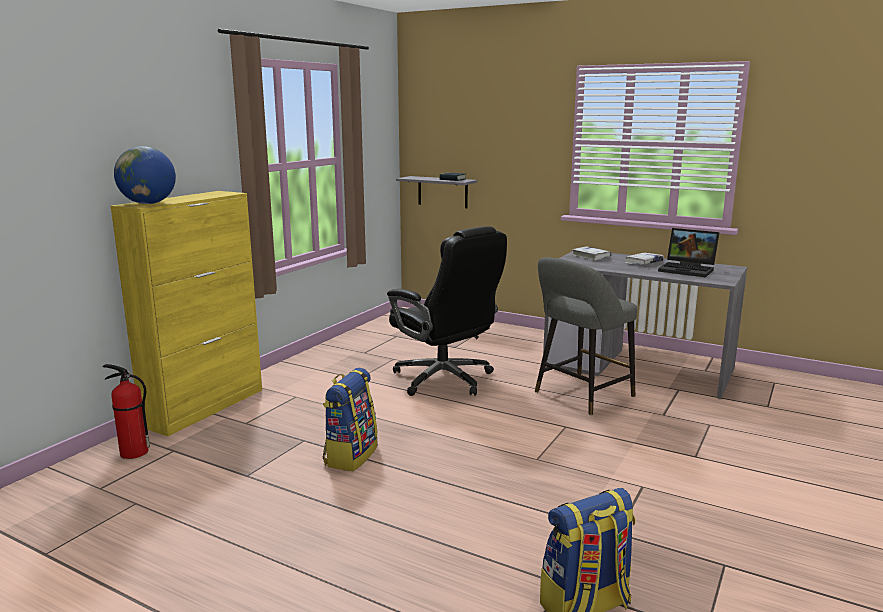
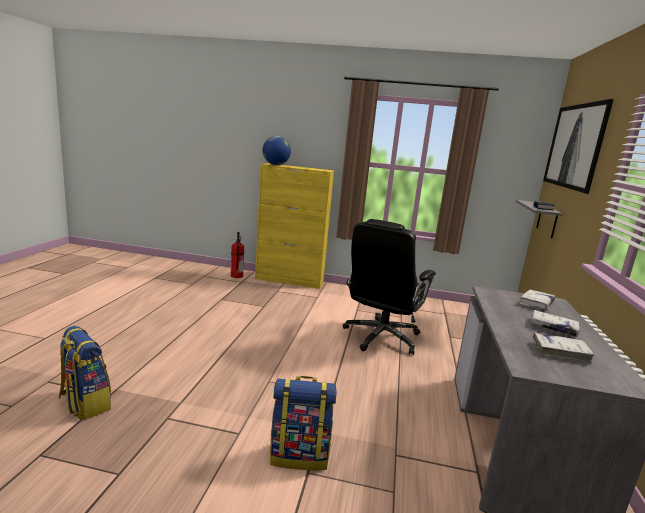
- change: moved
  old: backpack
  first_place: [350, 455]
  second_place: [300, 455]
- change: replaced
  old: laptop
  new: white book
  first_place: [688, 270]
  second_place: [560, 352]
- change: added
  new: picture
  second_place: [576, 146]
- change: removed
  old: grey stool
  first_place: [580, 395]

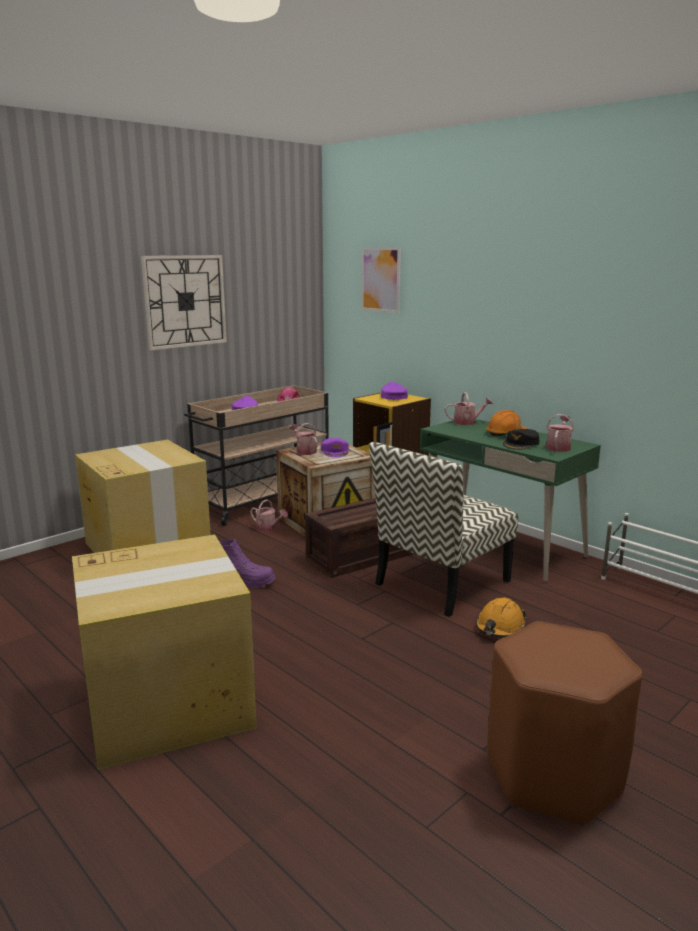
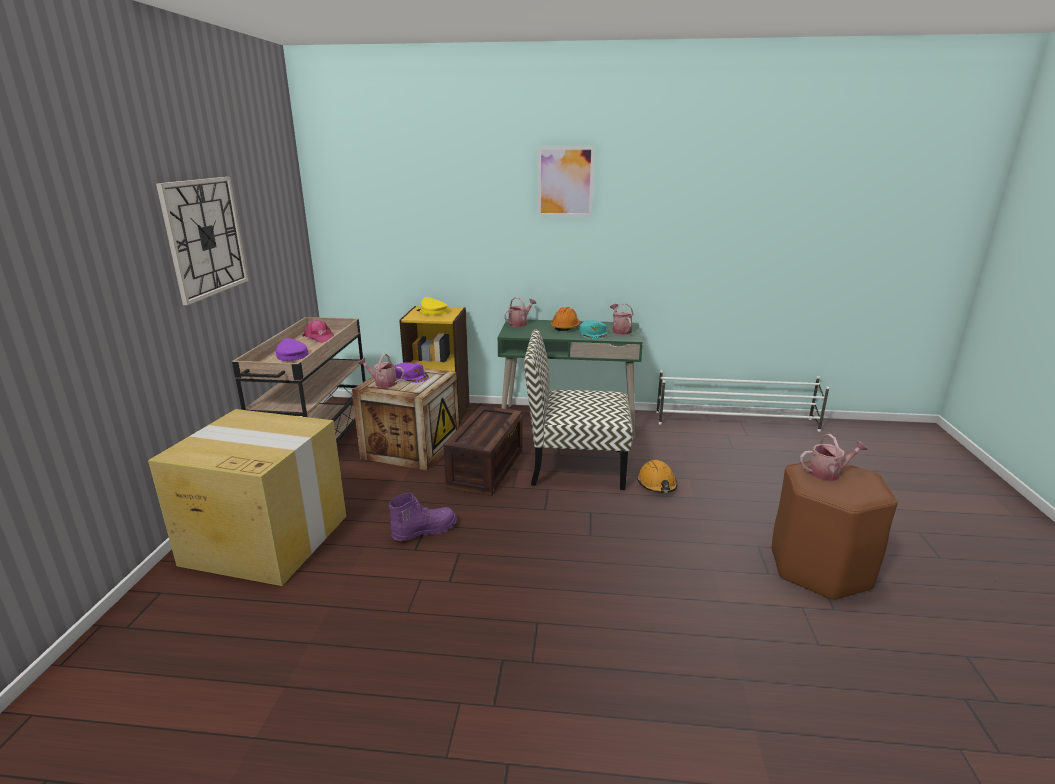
- change: recoloured
  old: purple cap
  new: yellow cap
  first_place: [393, 397]
  second_place: [432, 311]
- change: turned
  old: chair
  first_place: [441, 583]
  second_place: [575, 466]
  degrees: 90
- change: moved
  old: picture
  first_place: [380, 279]
  second_place: [565, 182]
- change: recoloured
  old: black cap
  new: turquoise cap
  first_place: [521, 444]
  second_place: [593, 333]
- change: moved
  old: watering can
  first_place: [268, 528]
  second_place: [828, 473]
- change: removed
  old: cardboard box
  first_place: [170, 702]

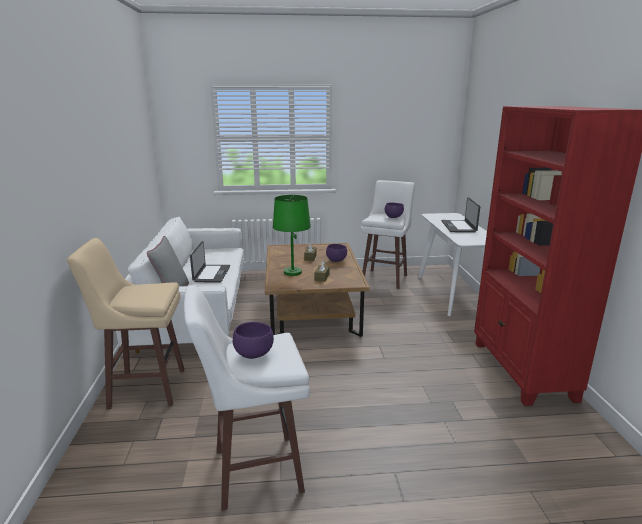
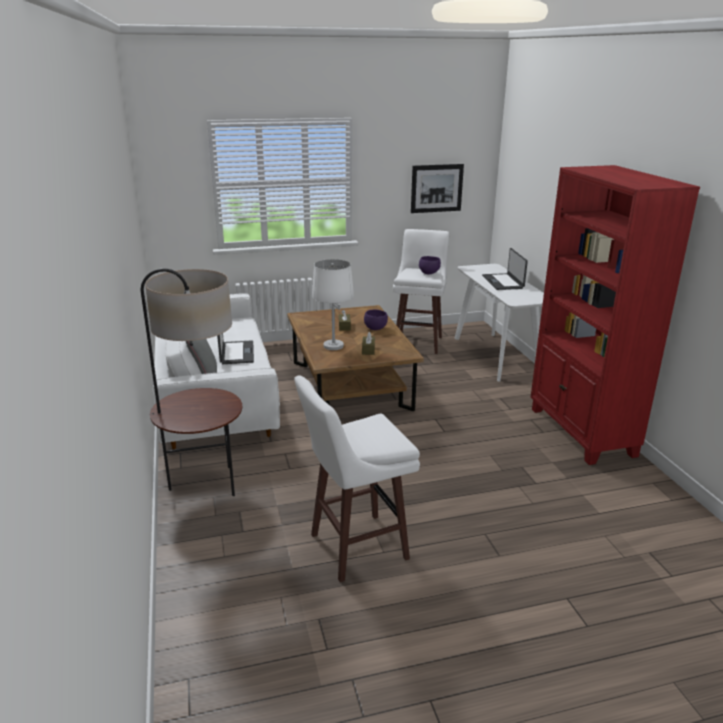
- change: replaced
  old: beige stool
  new: floor lamp
  first_place: [145, 388]
  second_place: [205, 484]
- change: recoloured
  old: green table lamp
  new: white table lamp
  first_place: [292, 272]
  second_place: [333, 346]
- change: added
  new: picture
  second_place: [436, 188]
- change: removed
  old: purple bowl
  first_place: [254, 354]

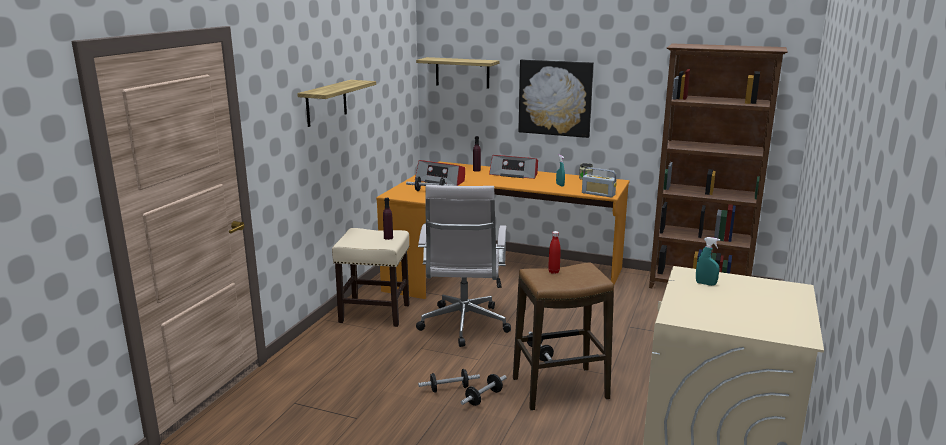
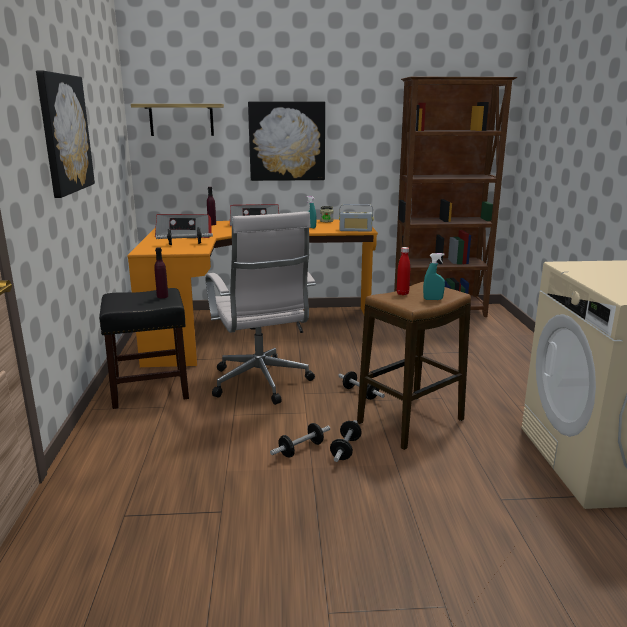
- change: replaced
  old: shelf
  new: picture
  first_place: [326, 103]
  second_place: [64, 134]
- change: recoloured
  old: beige stool
  new: black stool
  first_place: [375, 313]
  second_place: [151, 390]
- change: moved
  old: turquoise spray bottle
  first_place: [705, 284]
  second_place: [433, 299]

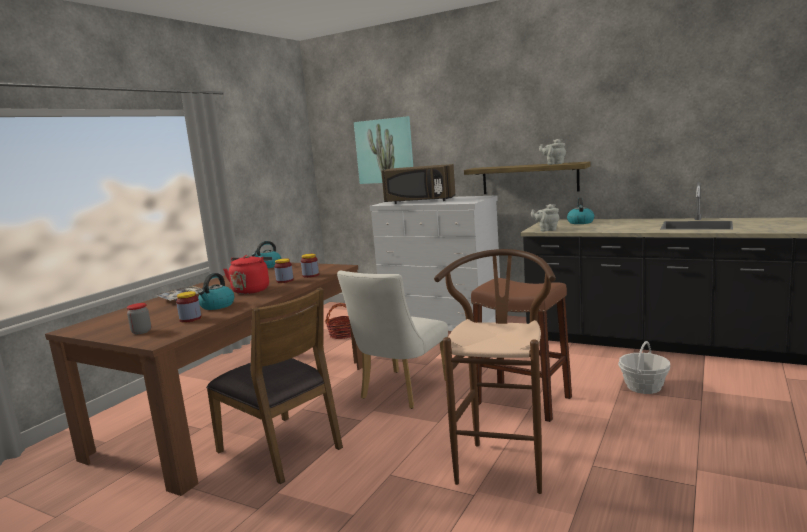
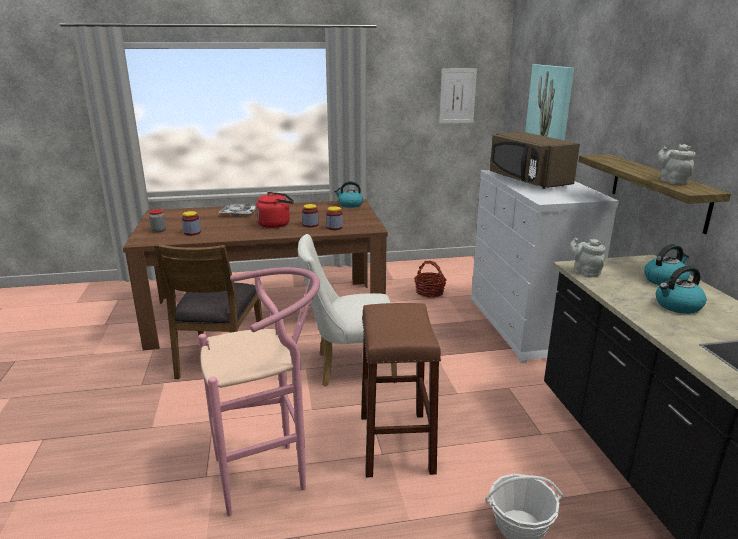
- change: recoloured
  old: brown stool
  new: pink stool
  first_place: [504, 461]
  second_place: [270, 473]
- change: added
  new: picture
  second_place: [457, 96]
- change: moved
  old: kettle
  first_place: [217, 306]
  second_place: [677, 306]

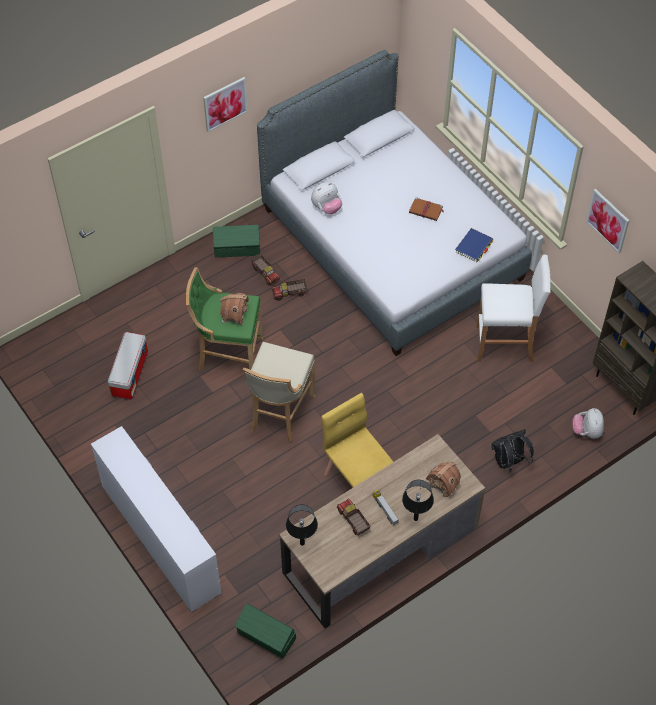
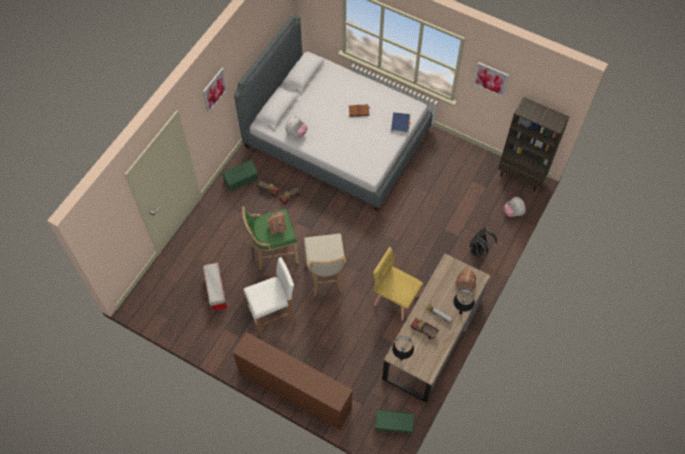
- change: recoloured
  old: white dresser
  new: brown dresser
  first_place: [161, 538]
  second_place: [295, 391]
- change: moved
  old: white stool
  first_place: [505, 344]
  second_place: [273, 315]

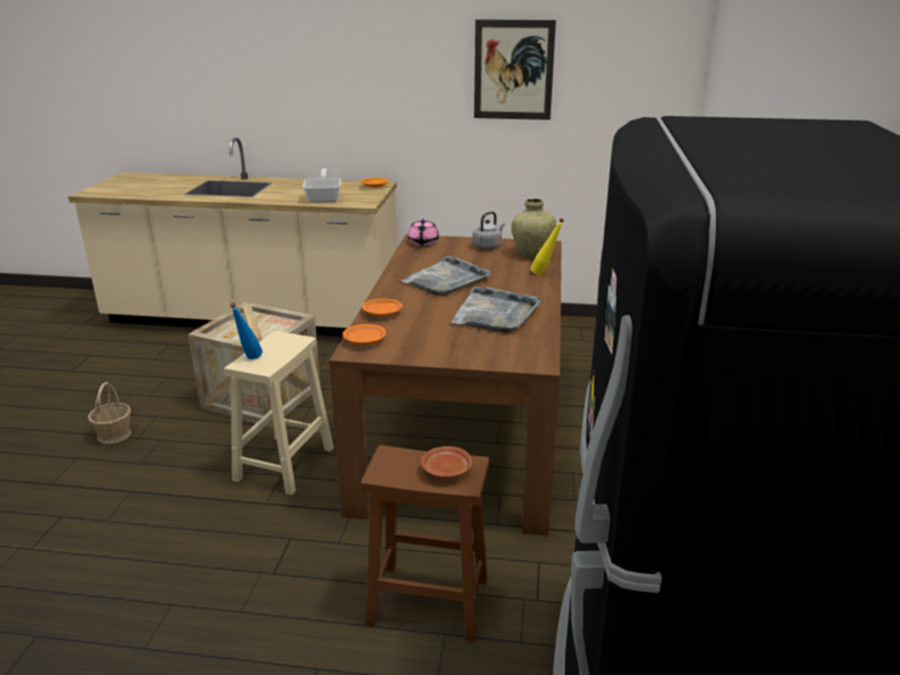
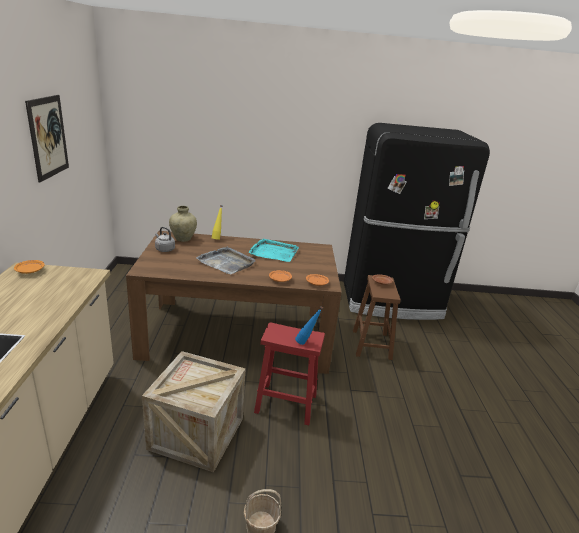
- change: recoloured
  old: grey tray
  new: turquoise tray
  first_place: [495, 314]
  second_place: [274, 252]
- change: recoloured
  old: beige stool
  new: red stool
  first_place: [285, 463]
  second_place: [284, 403]
- change: removed
  old: frying pan
  first_place: [324, 198]
- change: removed
  old: pink teapot
  first_place: [423, 243]

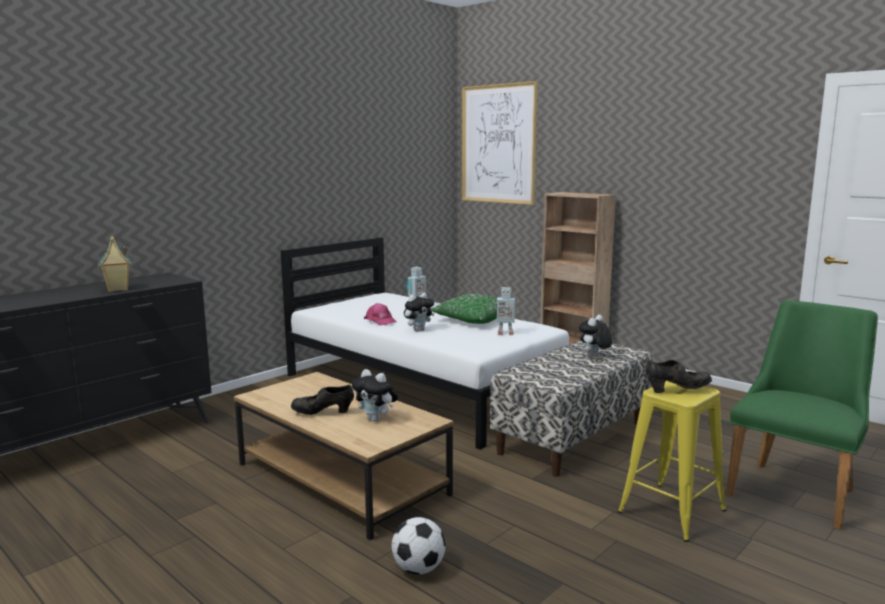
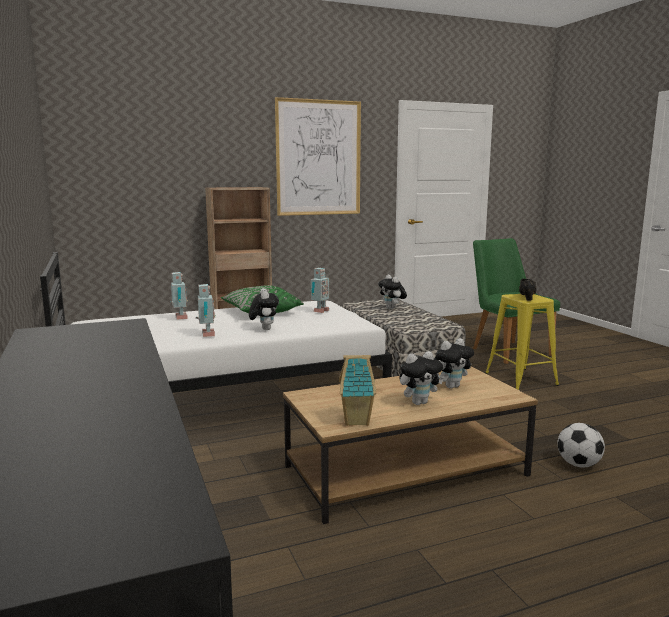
- change: replaced
  old: pink cap
  new: toy robot
  first_place: [380, 321]
  second_place: [206, 335]
- change: moved
  old: picture
  first_place: [498, 144]
  second_place: [318, 158]
- change: moved
  old: toy house
  first_place: [117, 289]
  second_place: [357, 421]
- change: replaced
  old: black shoe
  new: plush toy
  first_place: [323, 413]
  second_place: [419, 402]

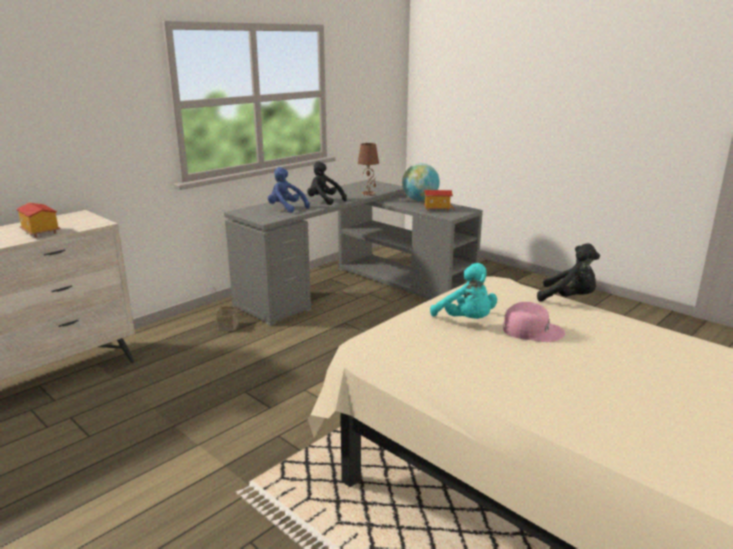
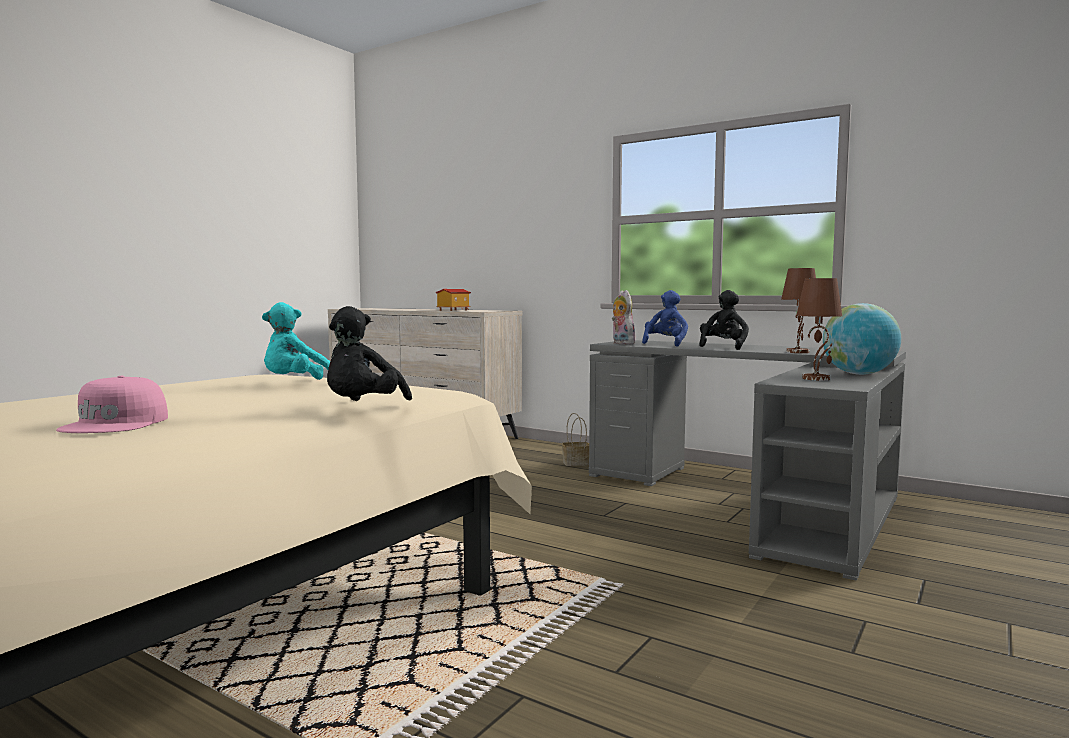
- change: moved
  old: pink cap
  first_place: [532, 330]
  second_place: [117, 424]
- change: added
  new: plush toy
  second_place: [621, 343]
- change: replaced
  old: toy house
  new: brown table lamp
  first_place: [437, 209]
  second_place: [816, 378]

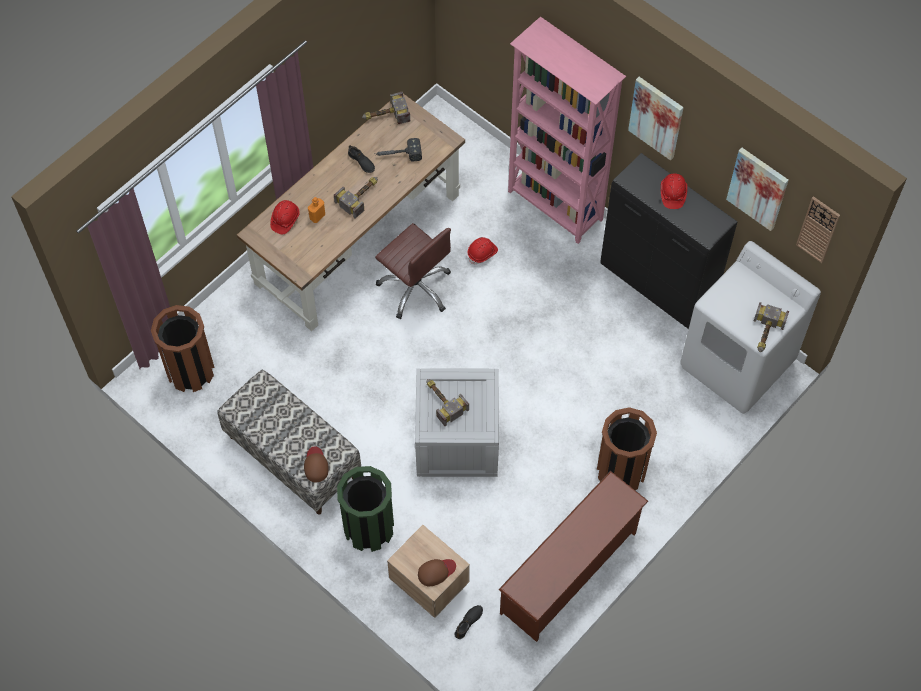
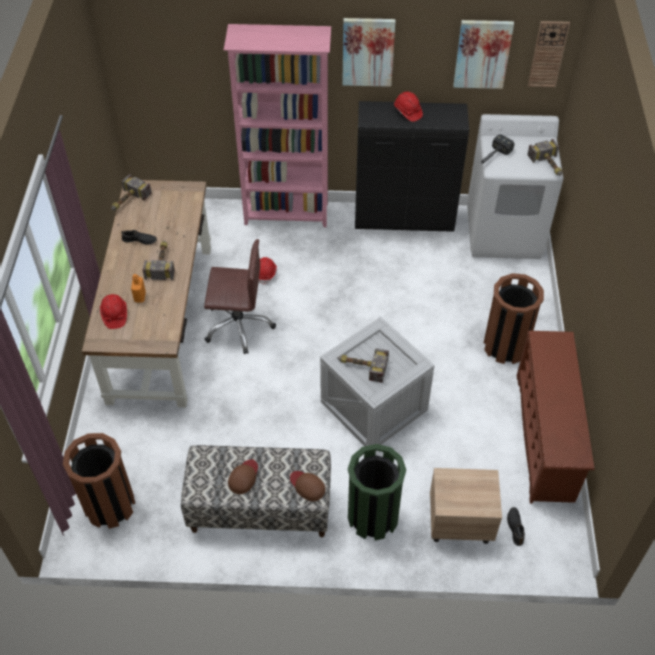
- change: moved
  old: brown cap
  first_place: [436, 572]
  second_place: [243, 477]
- change: moved
  old: hammer
  first_place: [397, 155]
  second_place: [493, 157]

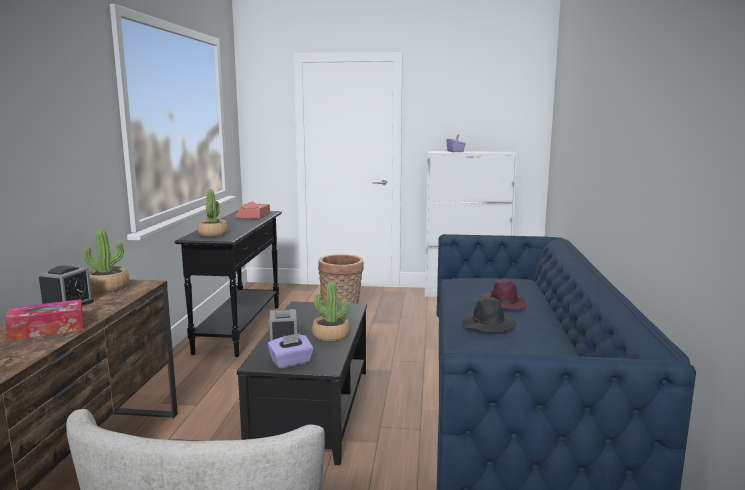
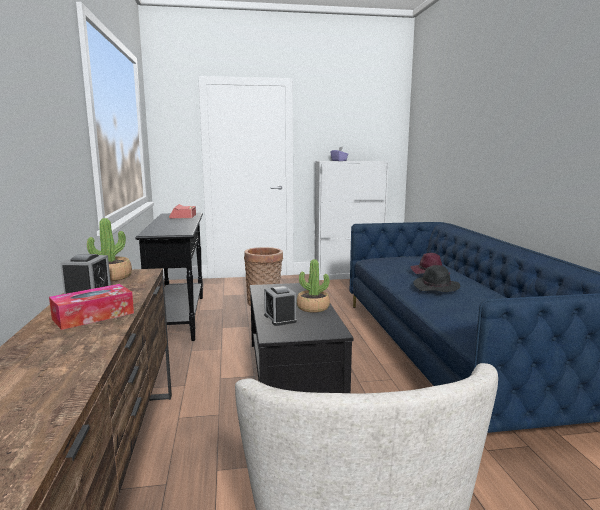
- change: removed
  old: potted plant
  first_place: [213, 234]
- change: removed
  old: purple tissue box
  first_place: [291, 362]

